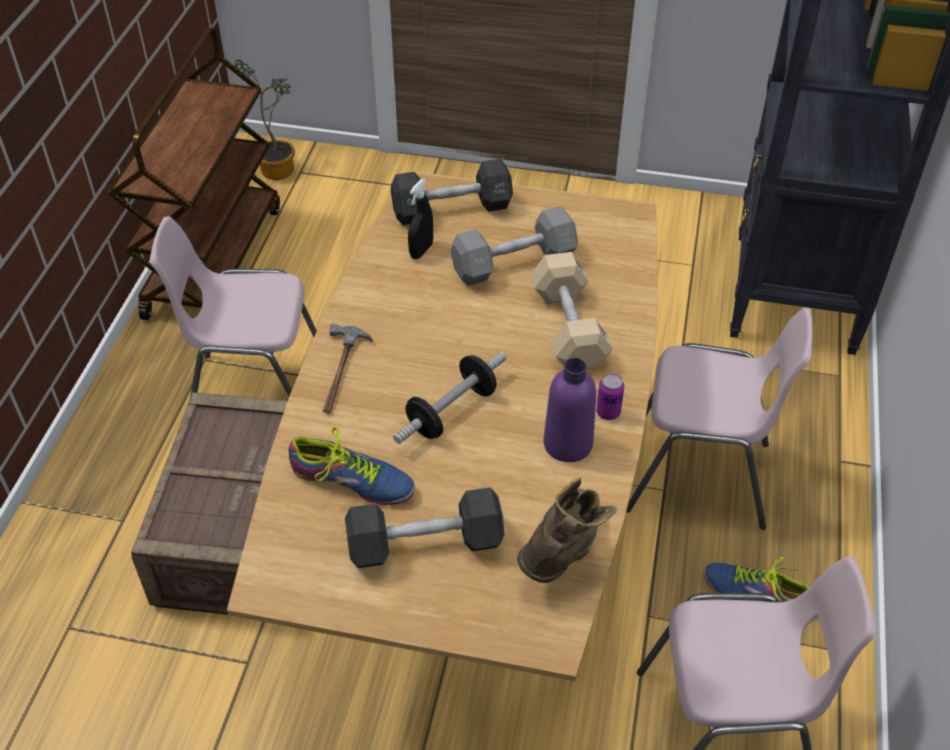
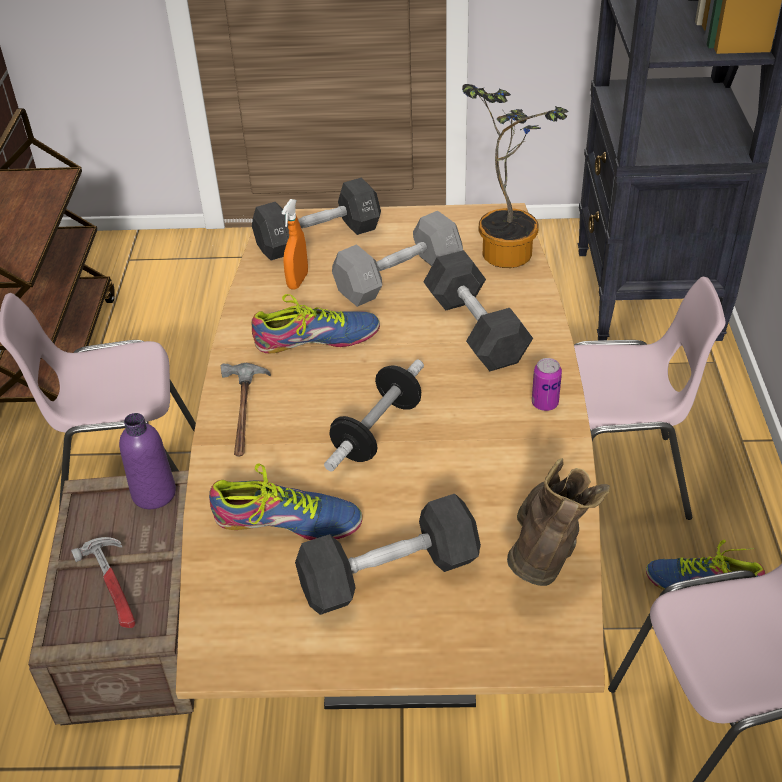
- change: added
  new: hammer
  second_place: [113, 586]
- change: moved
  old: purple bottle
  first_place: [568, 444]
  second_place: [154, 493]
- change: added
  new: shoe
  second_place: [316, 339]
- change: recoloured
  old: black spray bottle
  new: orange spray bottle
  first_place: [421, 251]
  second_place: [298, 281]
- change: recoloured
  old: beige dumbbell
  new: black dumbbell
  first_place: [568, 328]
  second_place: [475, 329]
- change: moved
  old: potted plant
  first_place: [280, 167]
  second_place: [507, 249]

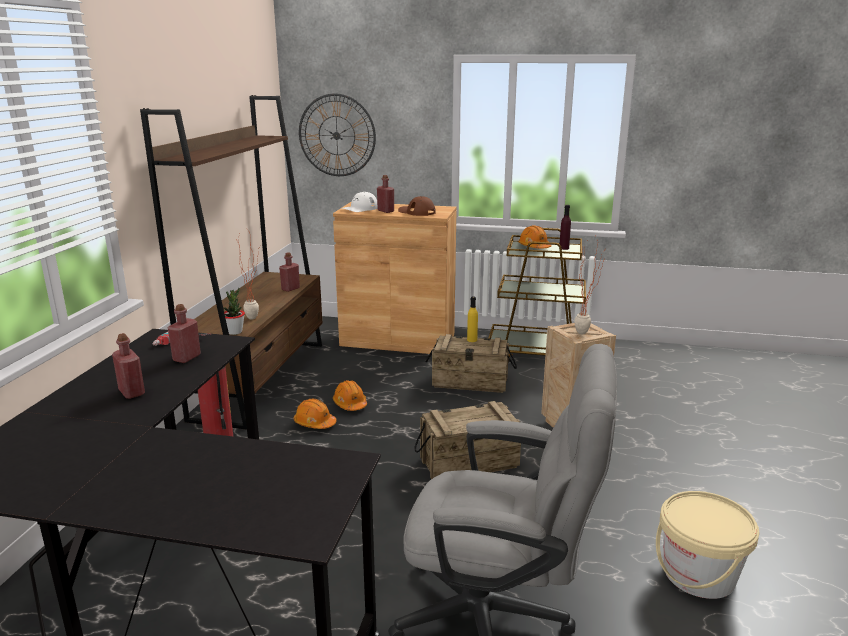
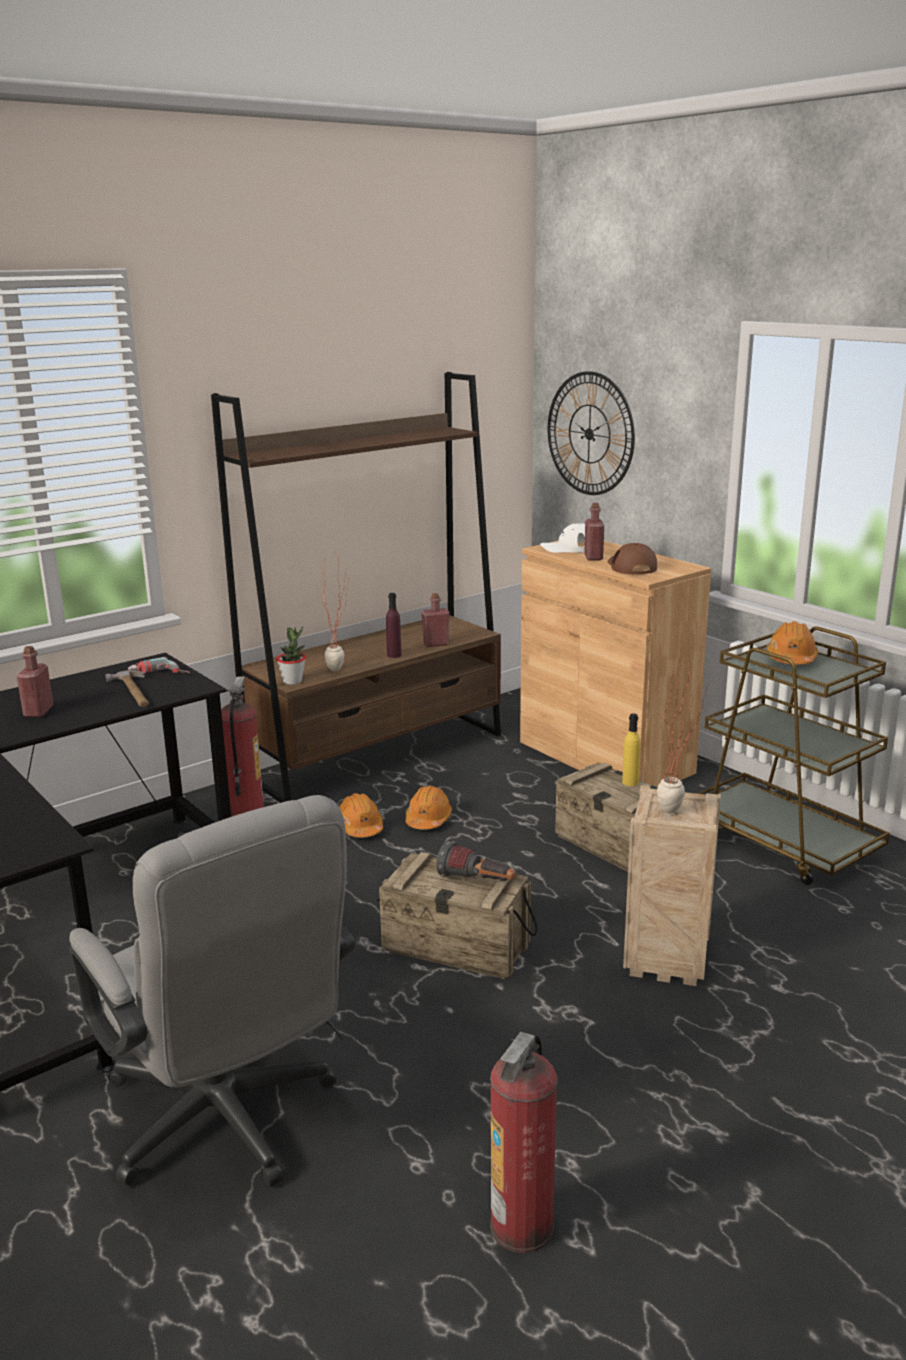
- change: replaced
  old: red bottle
  new: hammer
  first_place: [187, 358]
  second_place: [134, 692]
- change: moved
  old: purple bottle
  first_place: [564, 248]
  second_place: [394, 655]
- change: added
  new: flashlight
  second_place: [477, 882]
- change: replaced
  old: beige bucket
  new: fire extinguisher
  first_place: [698, 574]
  second_place: [522, 1227]

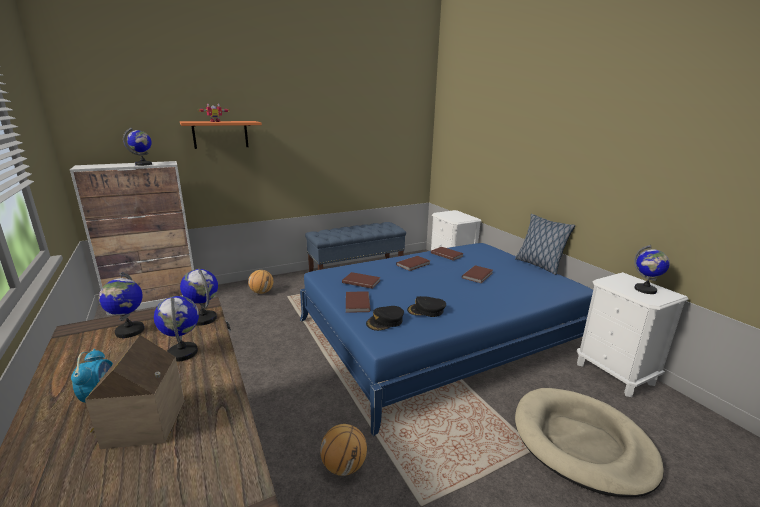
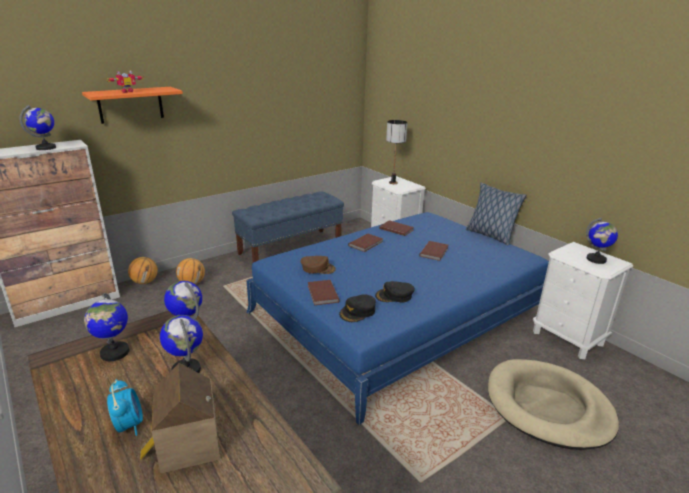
- change: moved
  old: basketball
  first_place: [344, 466]
  second_place: [145, 282]
- change: replaced
  old: brown book
  new: brown cap
  first_place: [361, 281]
  second_place: [318, 268]
- change: added
  new: table lamp
  second_place: [393, 183]

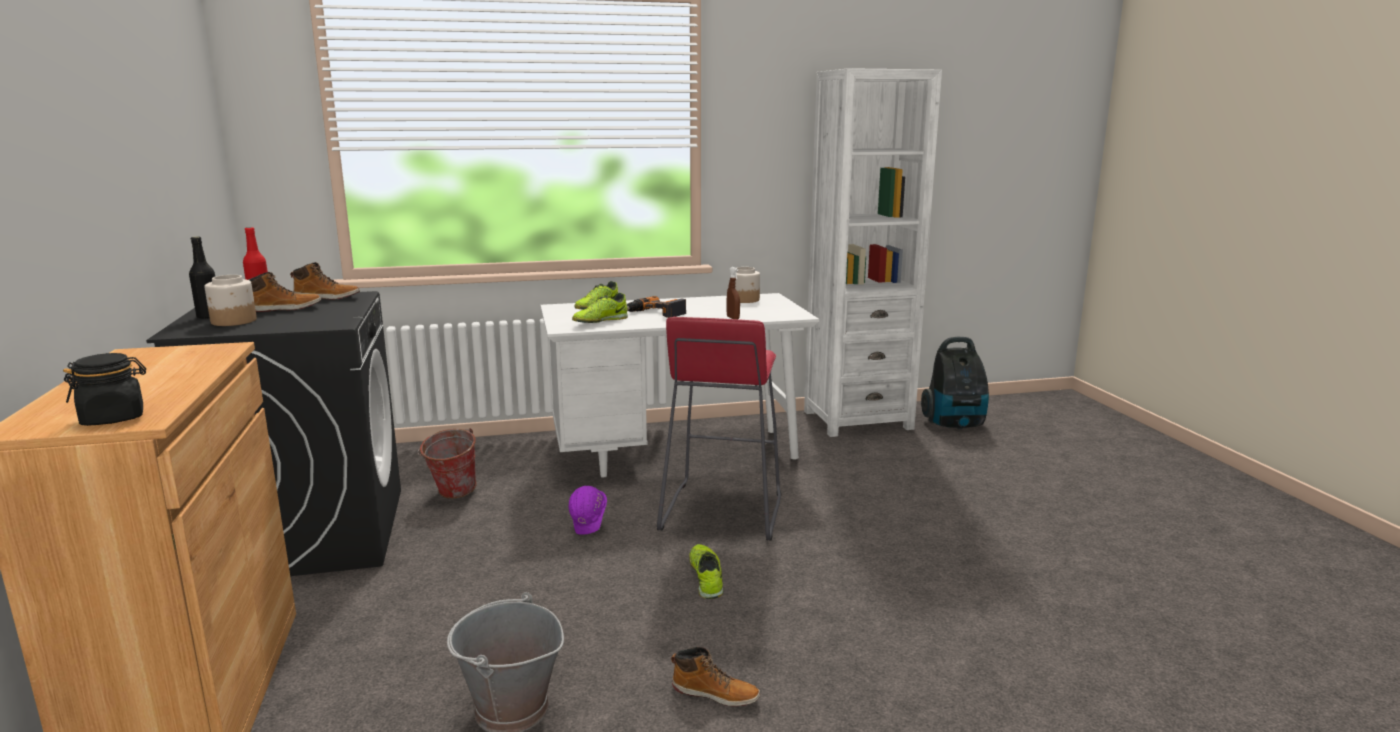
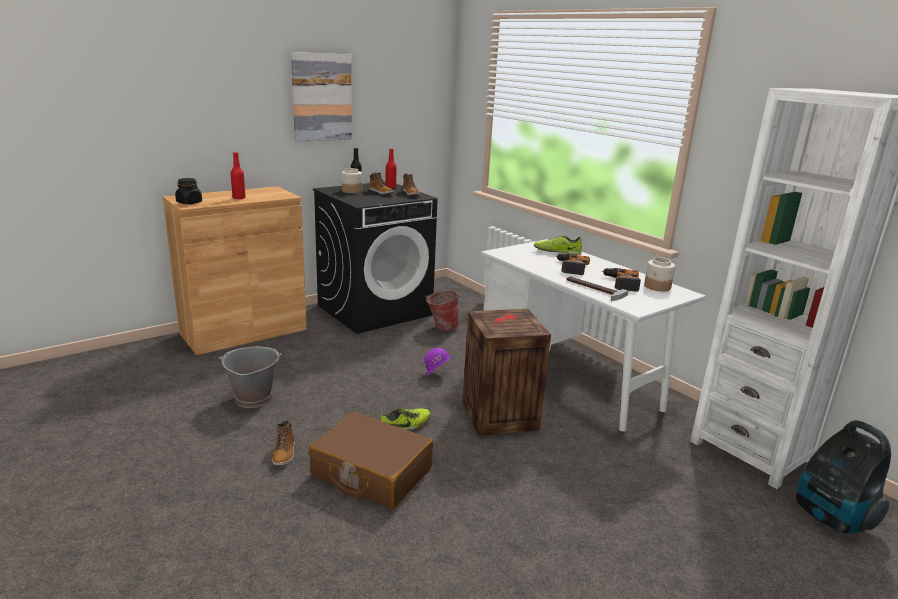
- change: added
  new: red bottle
  second_place: [239, 198]
- change: added
  new: picture
  second_place: [321, 97]
- change: added
  new: brown suitcase
  second_place: [371, 472]
- change: replaced
  old: red stool
  new: crate
  first_place: [721, 511]
  second_place: [498, 414]
- change: replaced
  old: brown spray bottle
  new: hammer
  first_place: [733, 318]
  second_place: [592, 289]
- change: added
  new: power drill
  second_place: [620, 283]
- change: removed
  old: shoe
  first_place: [600, 321]

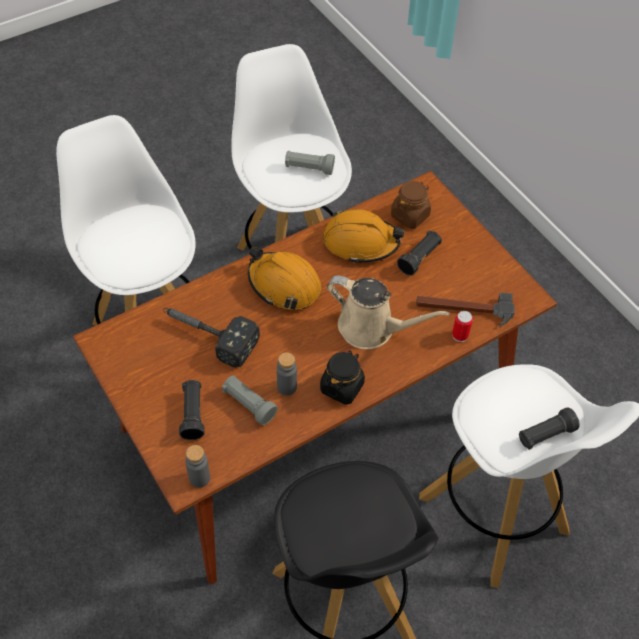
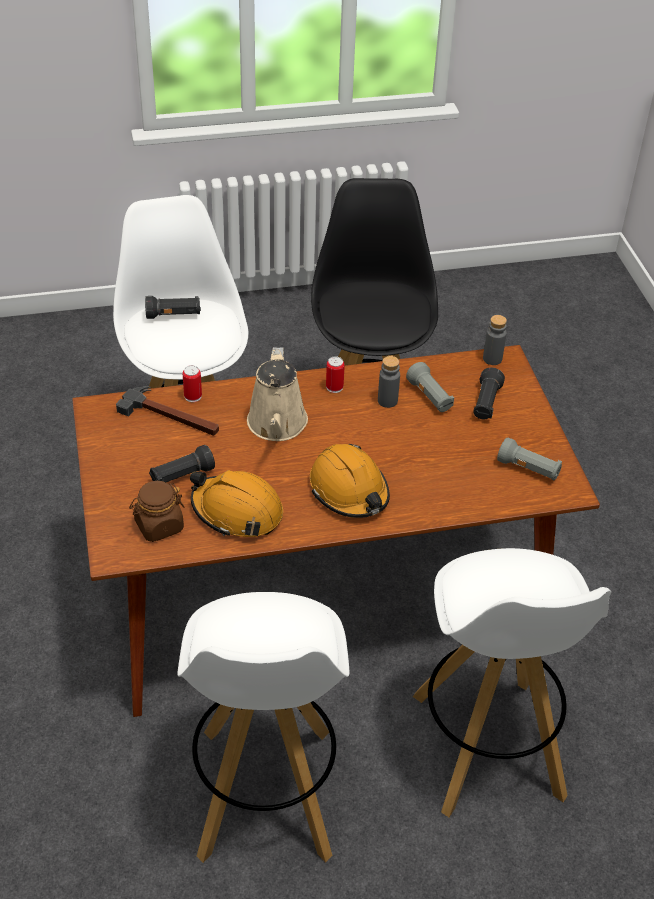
- change: turned
  old: beige watering can
  first_place: [372, 328]
  second_place: [277, 425]
  degrees: -135
- change: replaced
  old: black jar
  new: can
  first_place: [342, 387]
  second_place: [334, 387]
- change: moved
  old: grey flashlight
  first_place: [309, 168]
  second_place: [528, 469]
- change: removed
  old: hammer
  first_place: [207, 335]

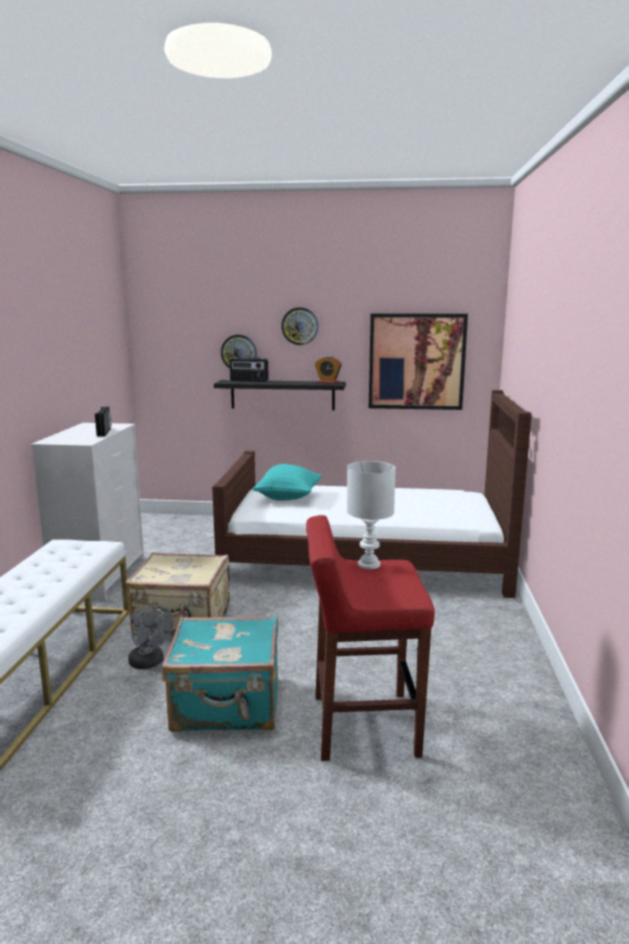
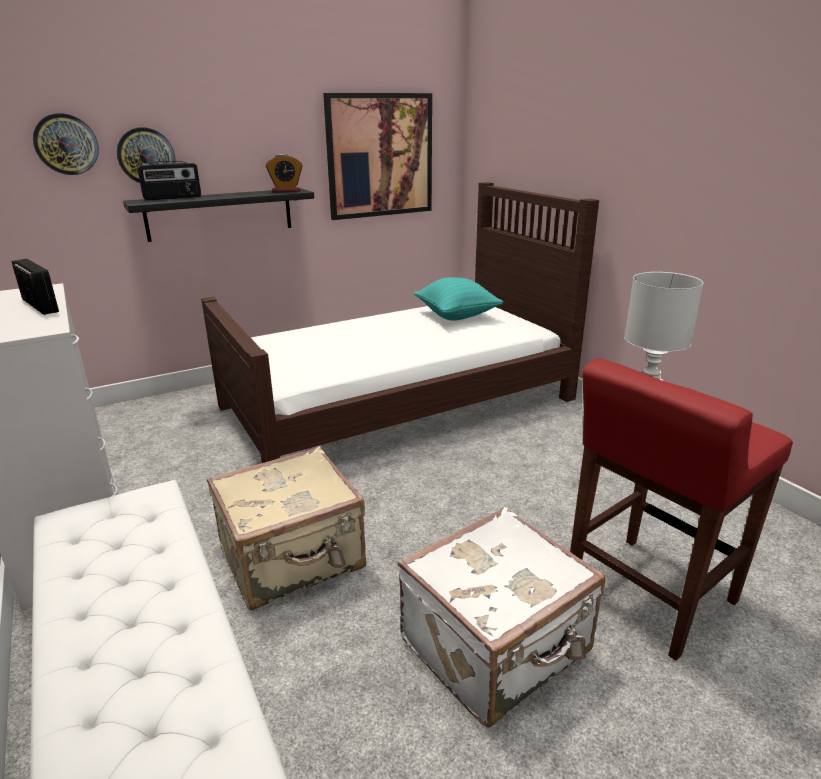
- change: moved
  old: wall clock
  first_place: [300, 326]
  second_place: [66, 144]
- change: recoloured
  old: turquoise suitcase
  new: white suitcase
  first_place: [227, 706]
  second_place: [497, 648]
- change: moved
  old: turquoise pillow
  first_place: [288, 498]
  second_place: [456, 316]
- change: removed
  old: grey fan
  first_place: [150, 663]

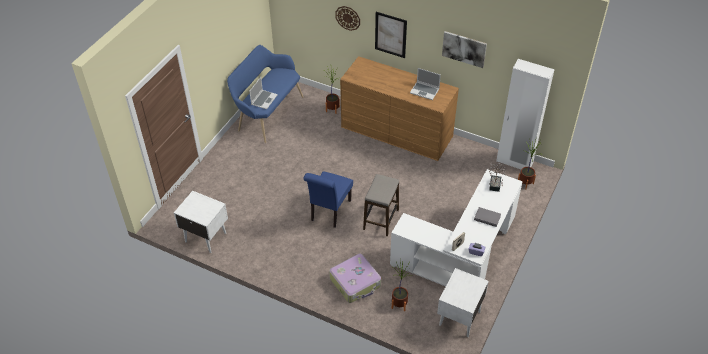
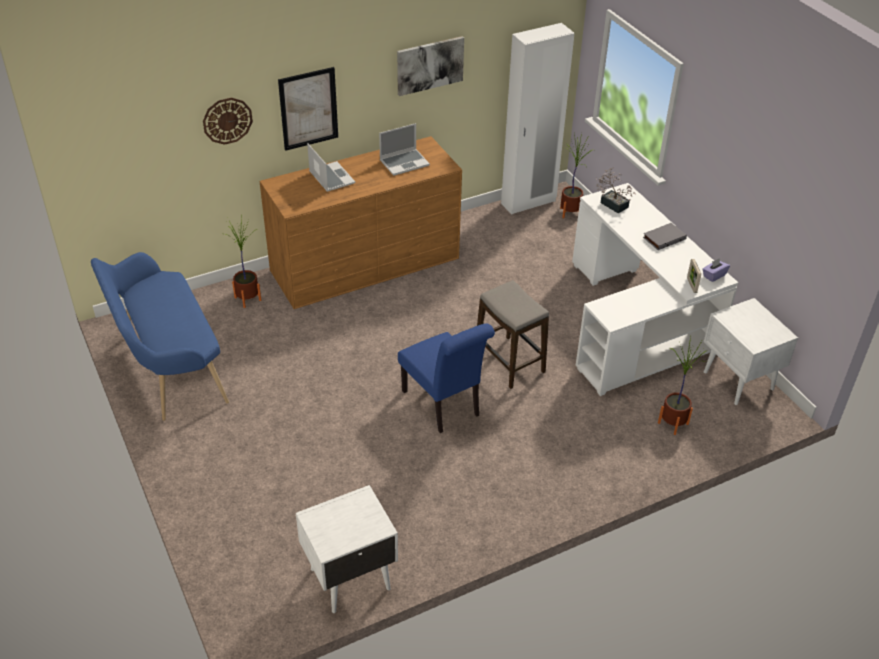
- change: moved
  old: laptop
  first_place: [264, 100]
  second_place: [330, 177]
- change: removed
  old: suitcase
  first_place: [355, 282]

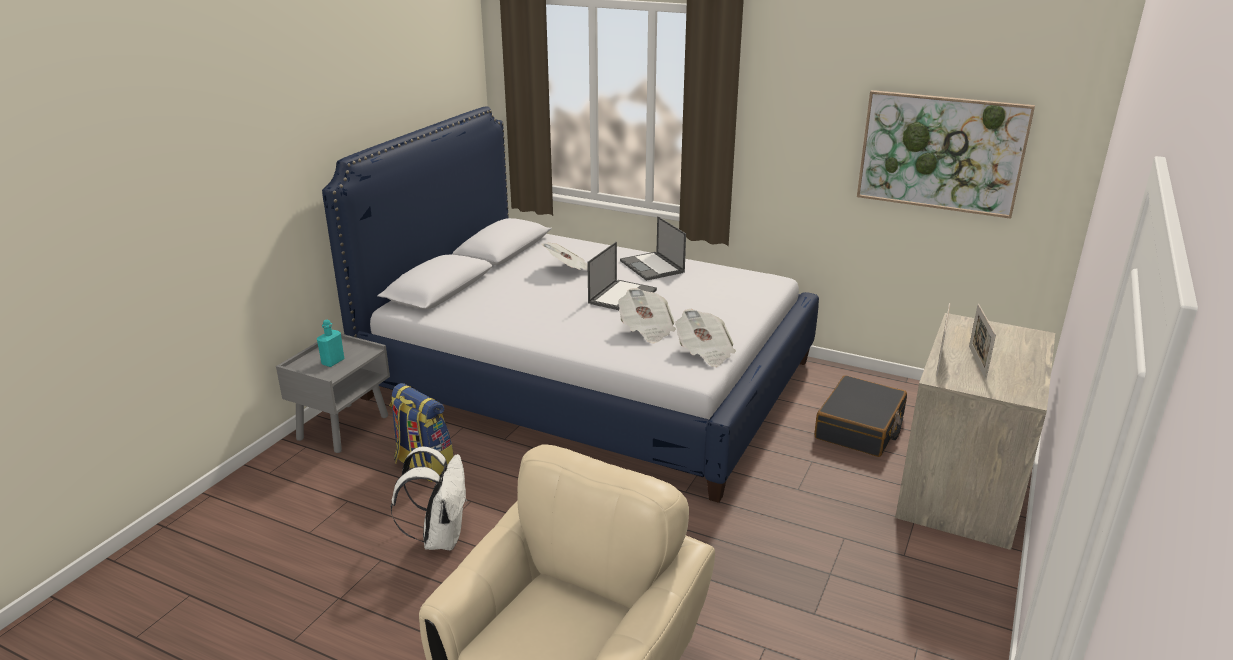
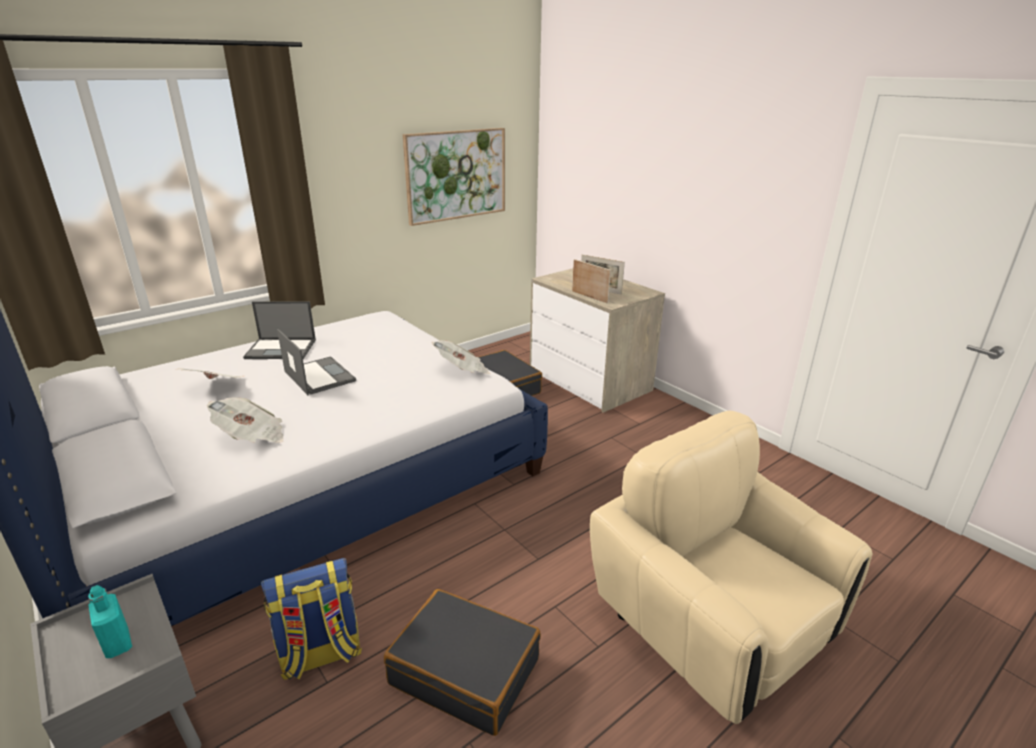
- change: moved
  old: newspaper
  first_place: [646, 330]
  second_place: [252, 436]
- change: replaced
  old: white backpack
  new: black suitcase
  first_place: [440, 537]
  second_place: [465, 671]

